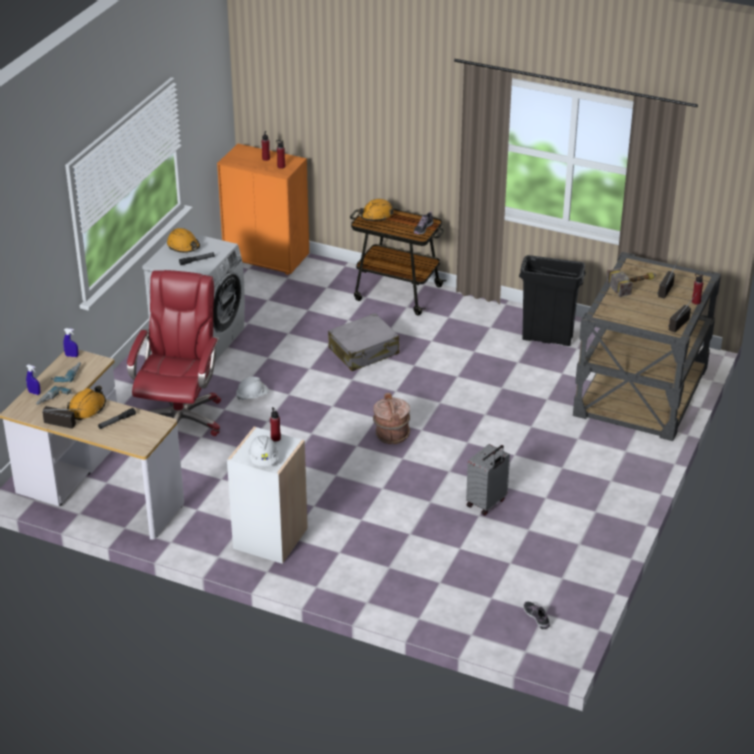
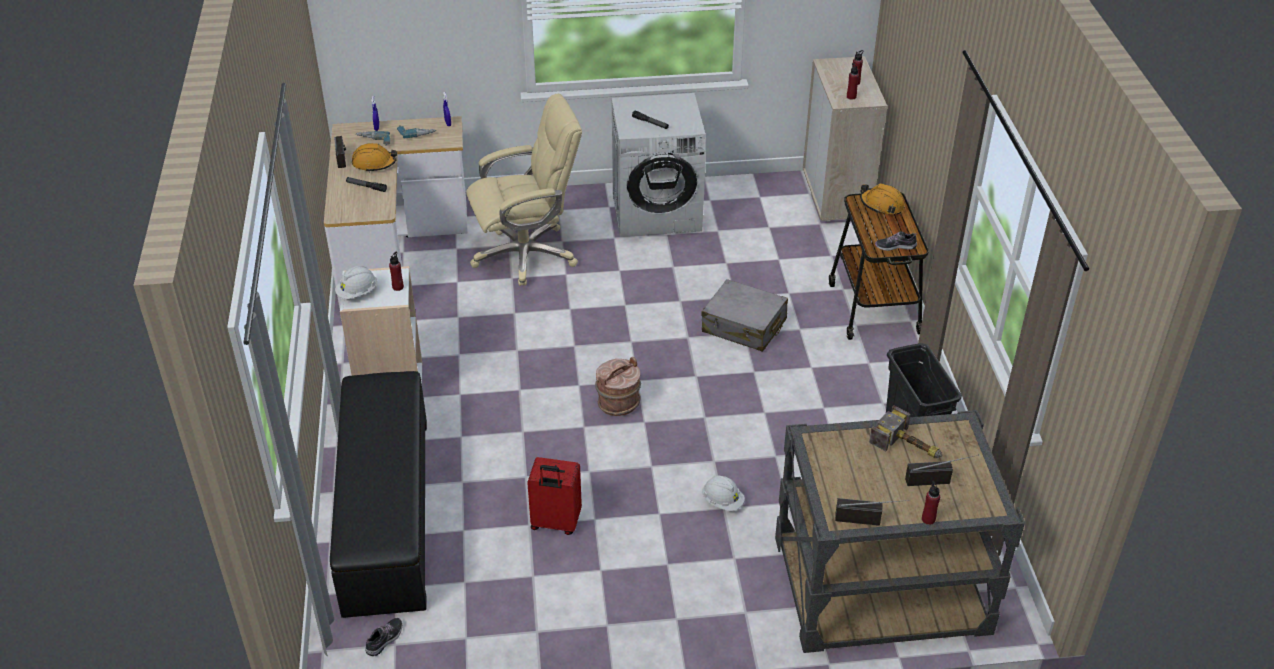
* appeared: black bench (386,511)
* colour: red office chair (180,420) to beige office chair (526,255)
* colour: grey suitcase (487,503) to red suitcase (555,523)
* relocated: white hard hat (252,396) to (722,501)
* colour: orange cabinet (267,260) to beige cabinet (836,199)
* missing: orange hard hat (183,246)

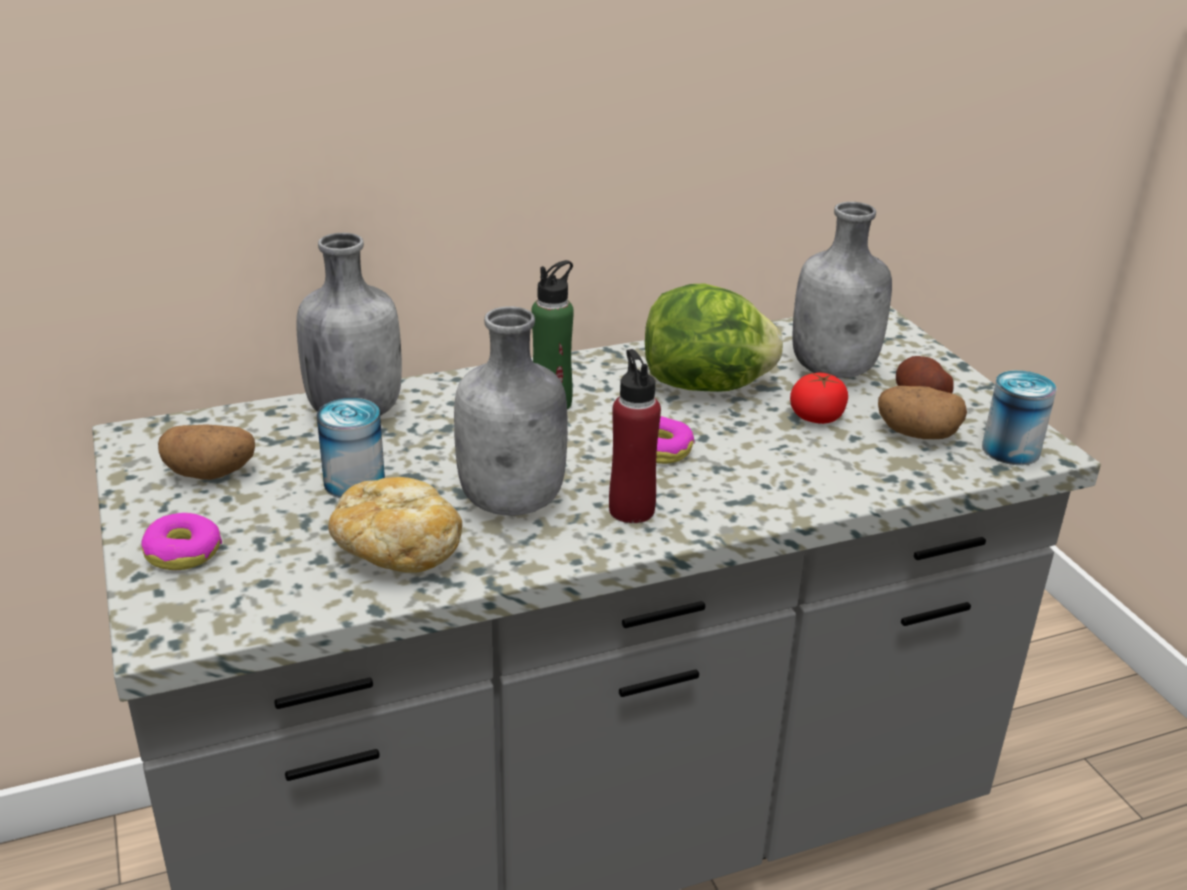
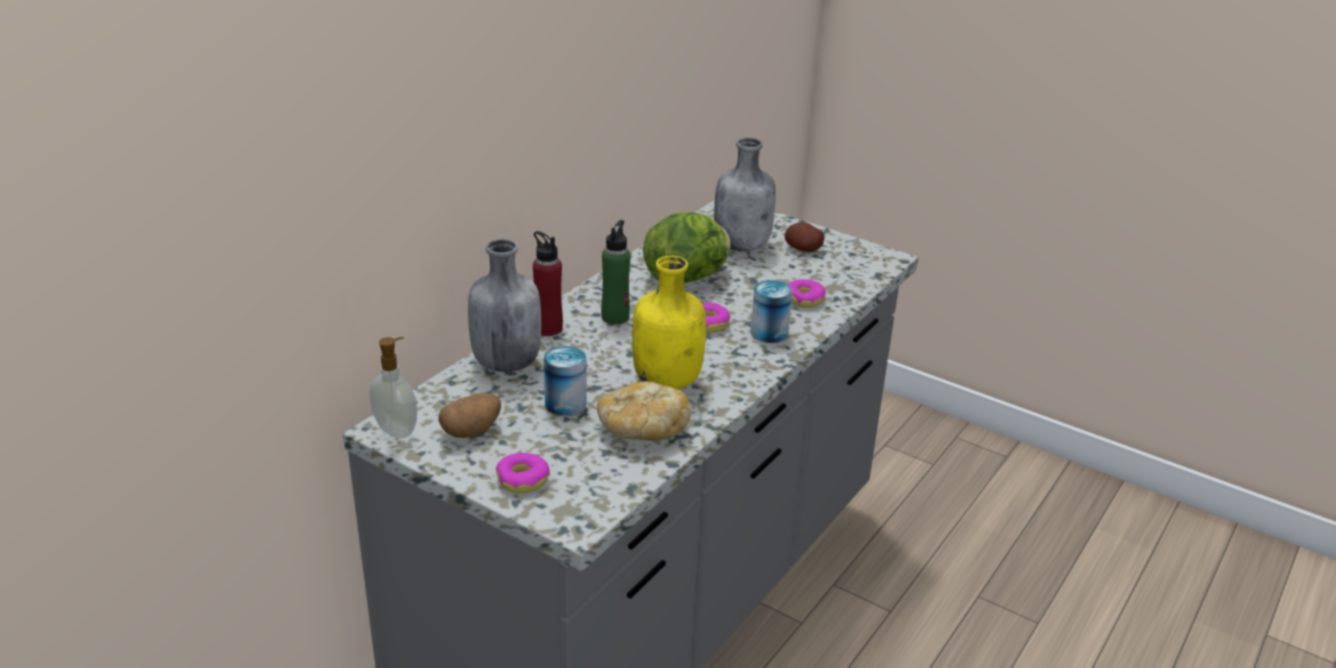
* appeared: soap dispenser (397,429)
* relocated: red bottle (631,510) to (548,328)
* colour: grey bottle (514,501) to yellow bottle (668,380)
* relocated: can (1010,450) to (769,333)
* appeared: donut (804,299)
* missing: tomato (817,416)
* missing: potato (916,434)

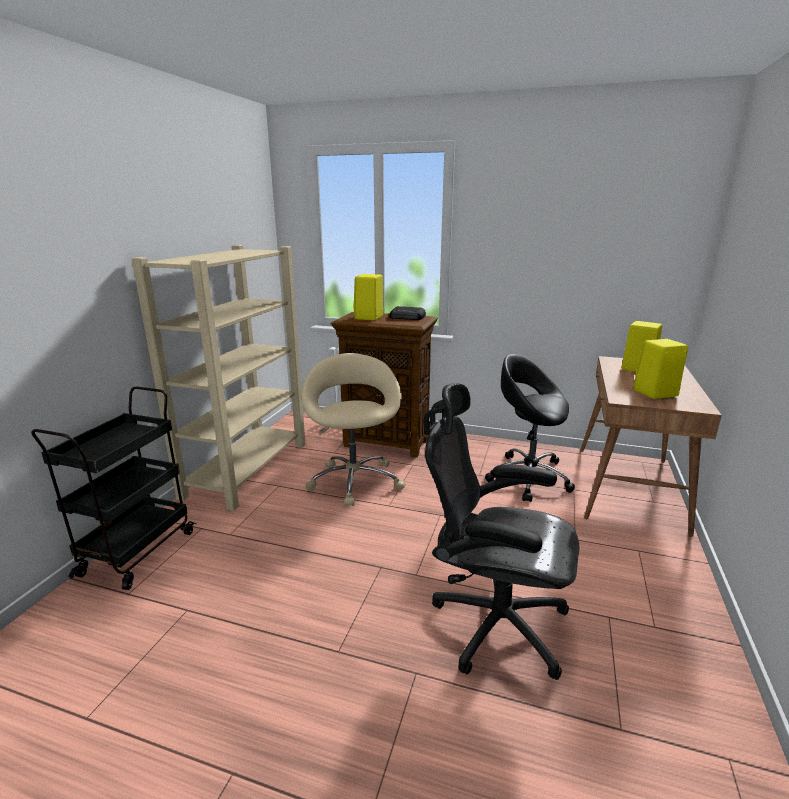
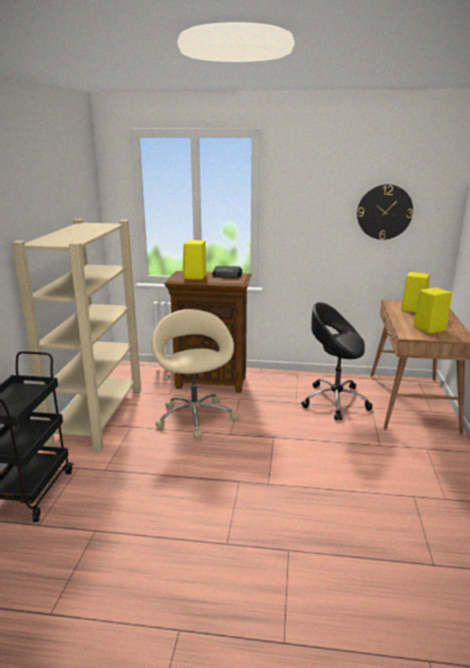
* appeared: wall clock (384,212)
* missing: office chair (492,623)

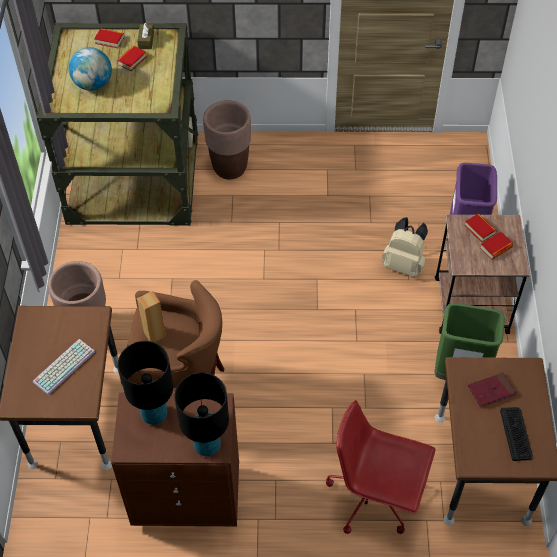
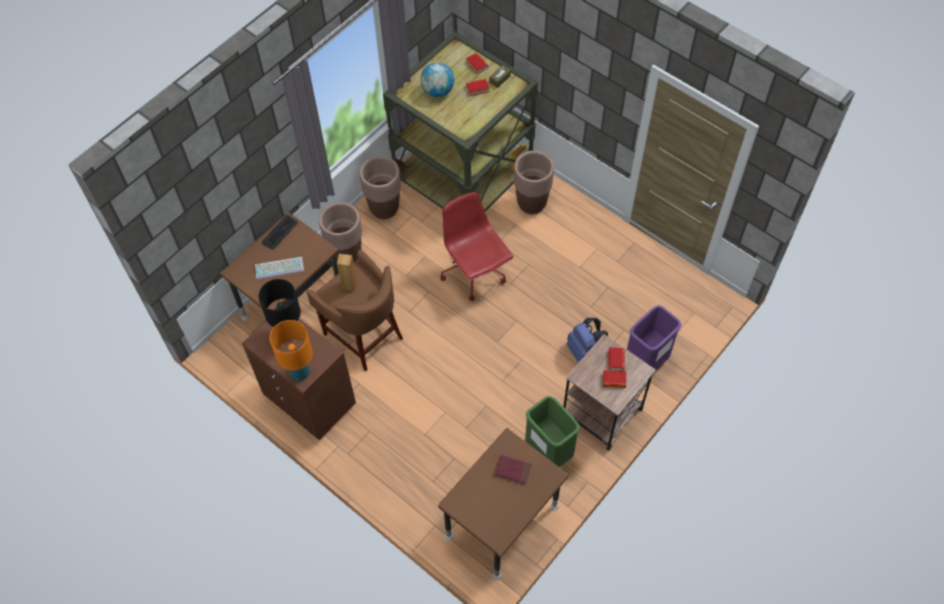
* relocated: keyboard (516,434) to (280,232)
* colour: black table lamp (207,445) to orange table lamp (300,373)
* appeared: brown planter (384,208)
* relocated: red office chair (376,498) to (475,275)
* colour: beige backpack (404,264) to blue backpack (584,352)

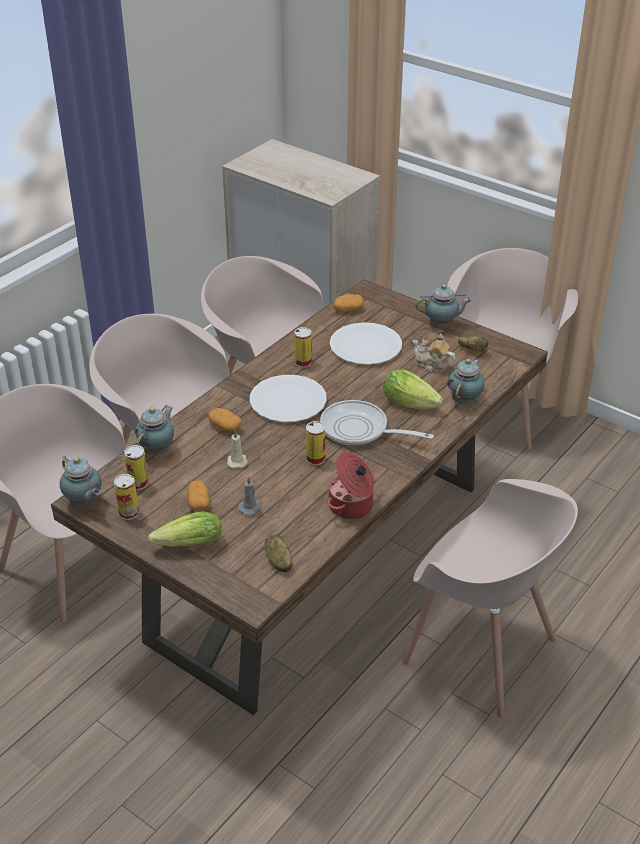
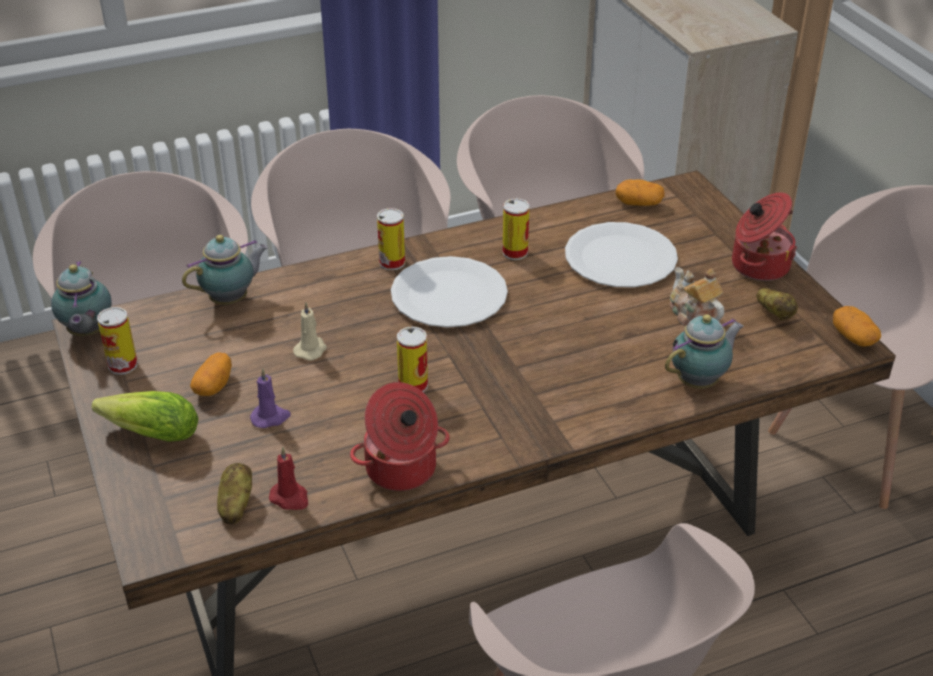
* colour: grey candle (251,507) to purple candle (270,417)
* appeared: red candle (290,498)
* relocated: can (138,483) to (392,262)
* exchanged: teapot (442,325) to cooking pot (758,265)
* relocated: potato (225,427) to (853,337)
* missing: frying pan (359,430)
* missing: lettuce (413,404)

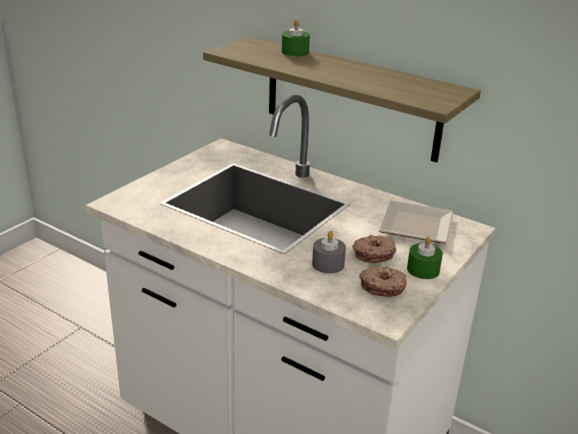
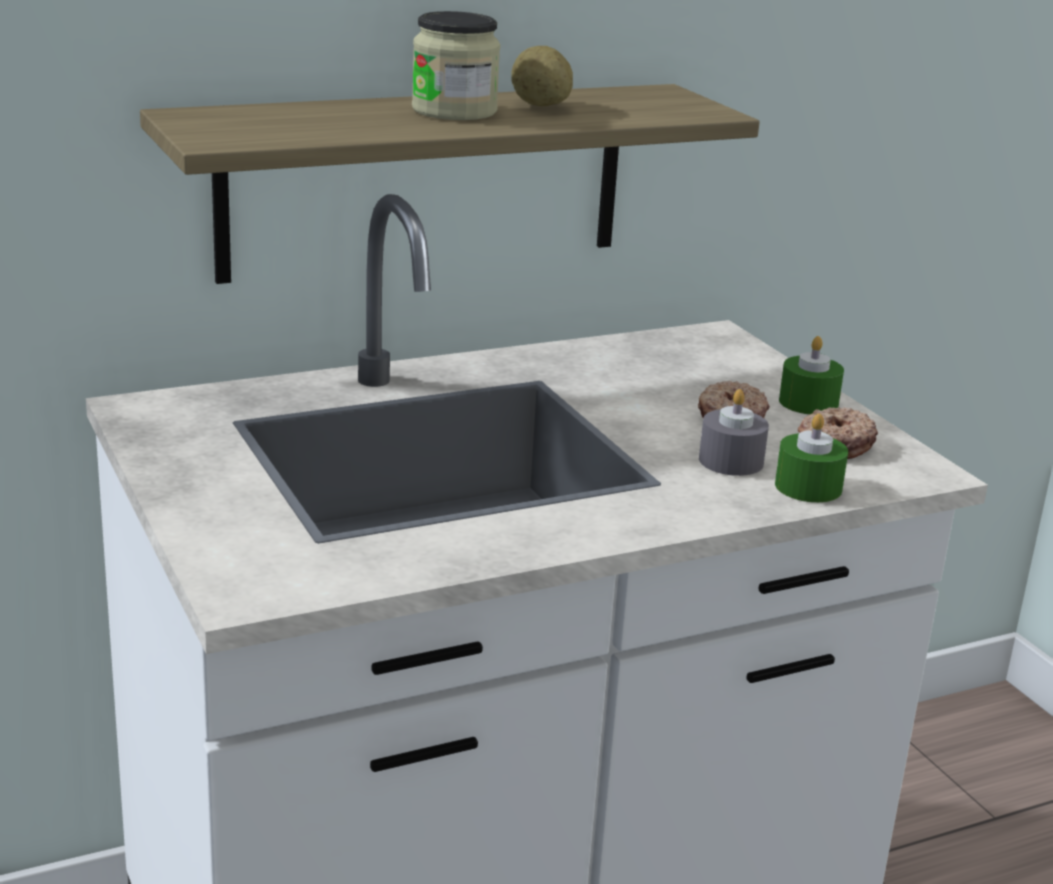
* appeared: jar (454,111)
* appeared: potato (540,106)
* relocated: green candle (295,52) to (808,487)
* missing: plate (414,224)

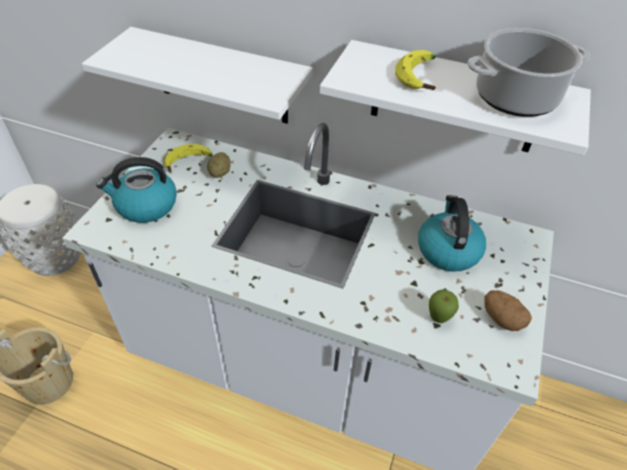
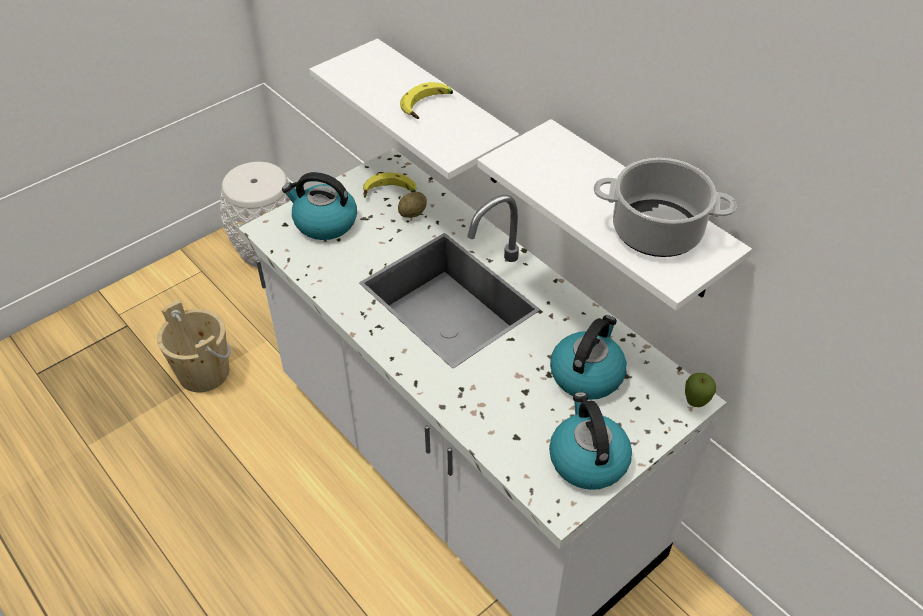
* relocated: banana (421,77) to (428,106)
* exchanged: potato (501,318) to kettle (587,459)
* relocated: apple (438,318) to (695,403)

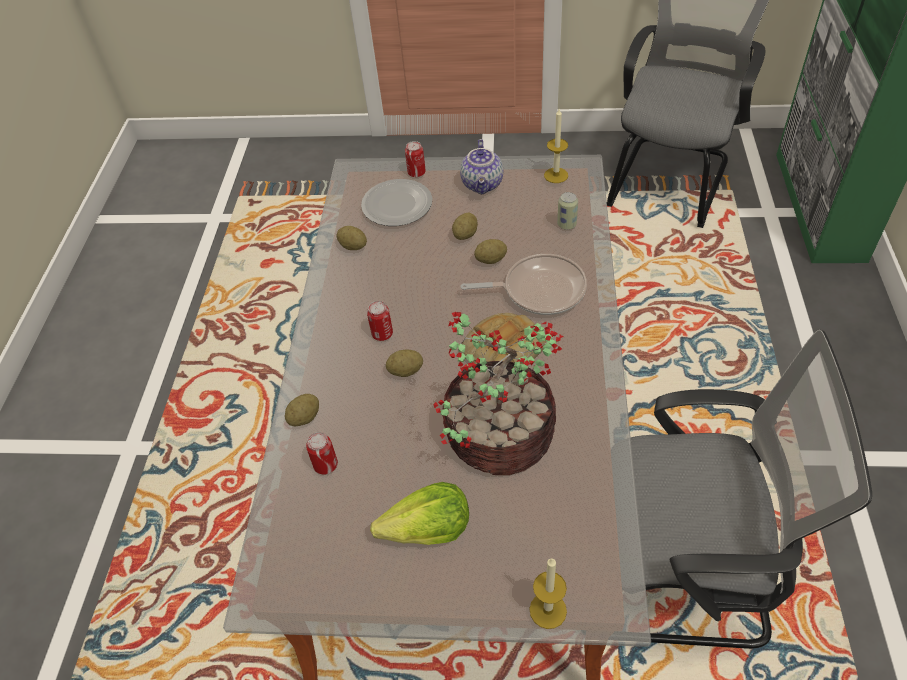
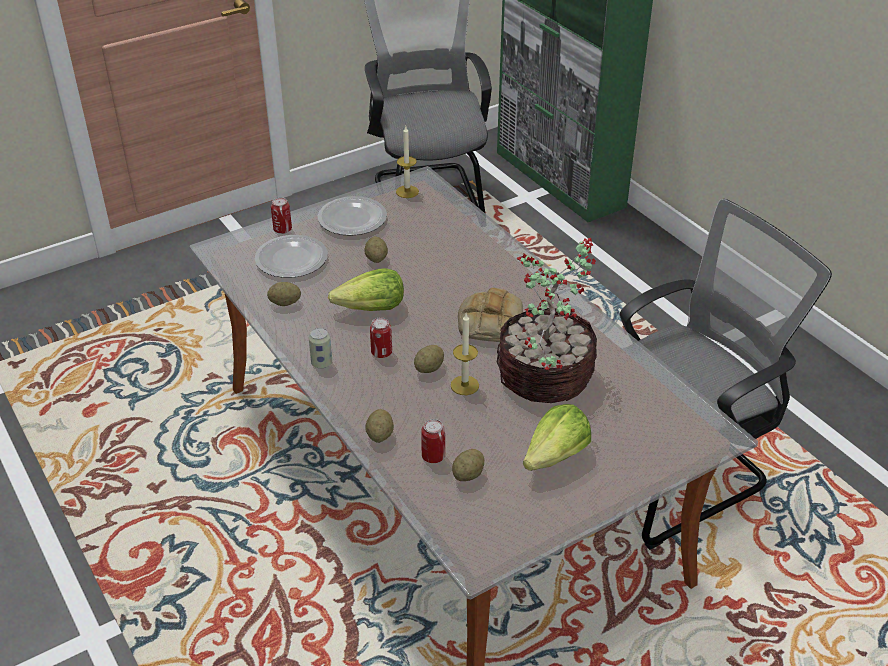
* relocated: can (566,225) to (321,363)
* exchanged: teapot (483,184) to plate (352,218)
* appeared: lettuce (371,309)
* relocated: candle (548,610) to (464,385)
* relocated: potato (491,260) to (468,475)
* missing: frying pan (539,290)

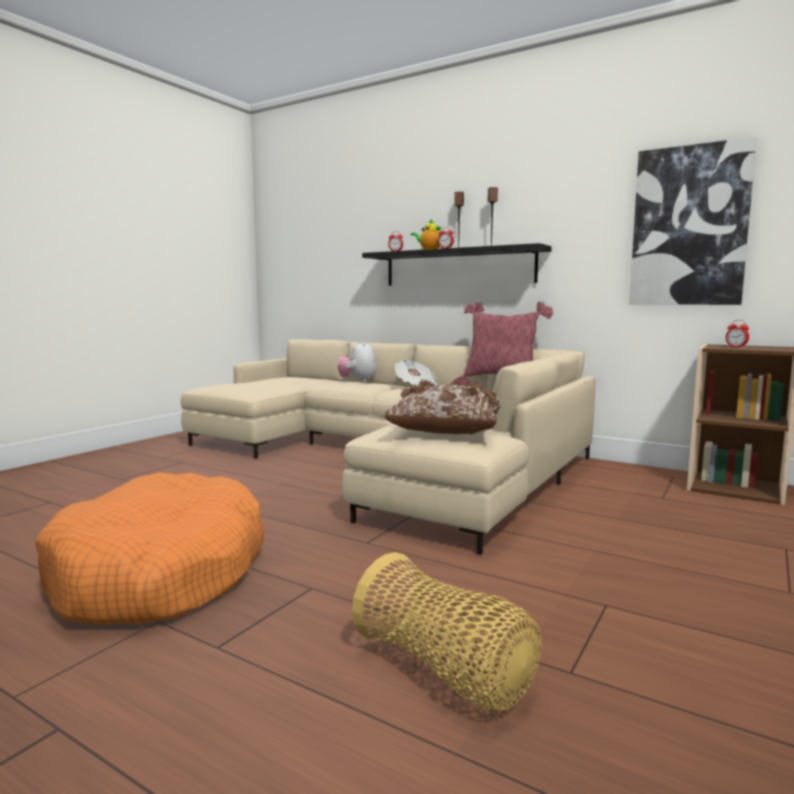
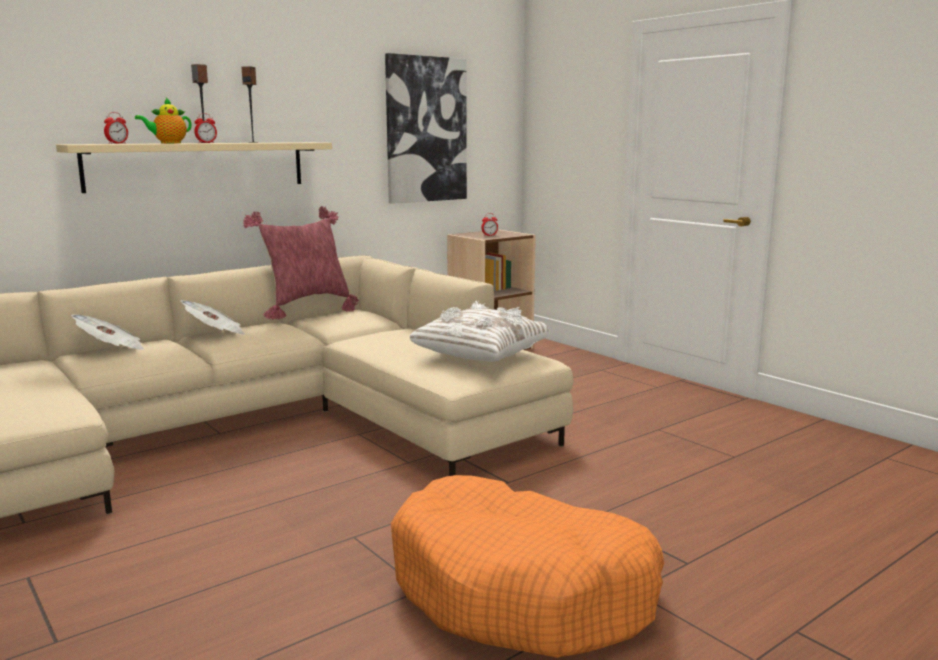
* colour: black shelf (458,267) to beige shelf (198,165)
* exchanged: plush toy (357,381) to newspaper (112,349)
* colour: brown pillow (447,430) to white pillow (480,355)
* missing: basket (445,671)

